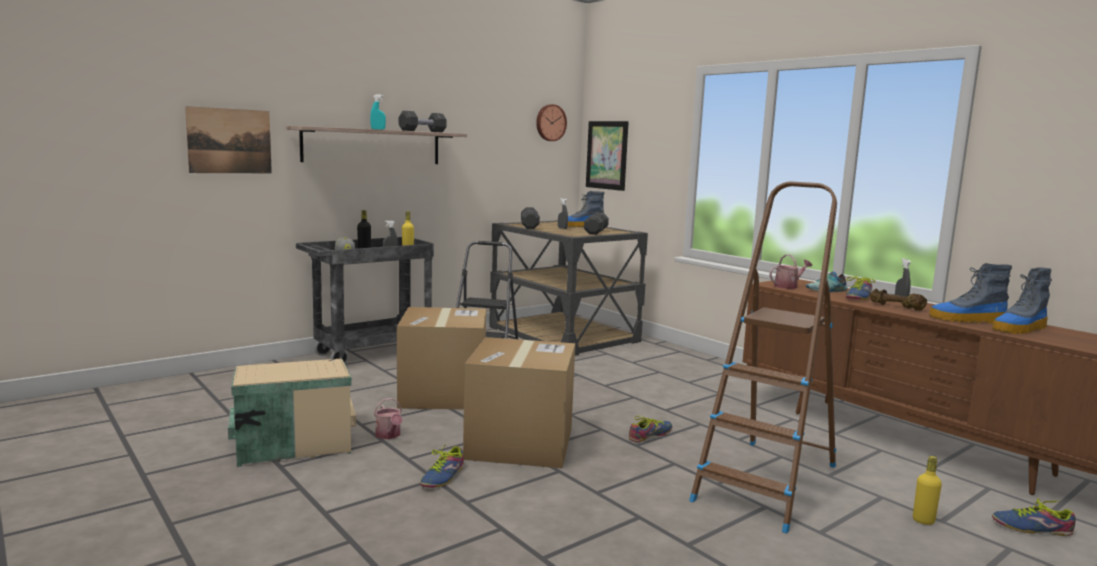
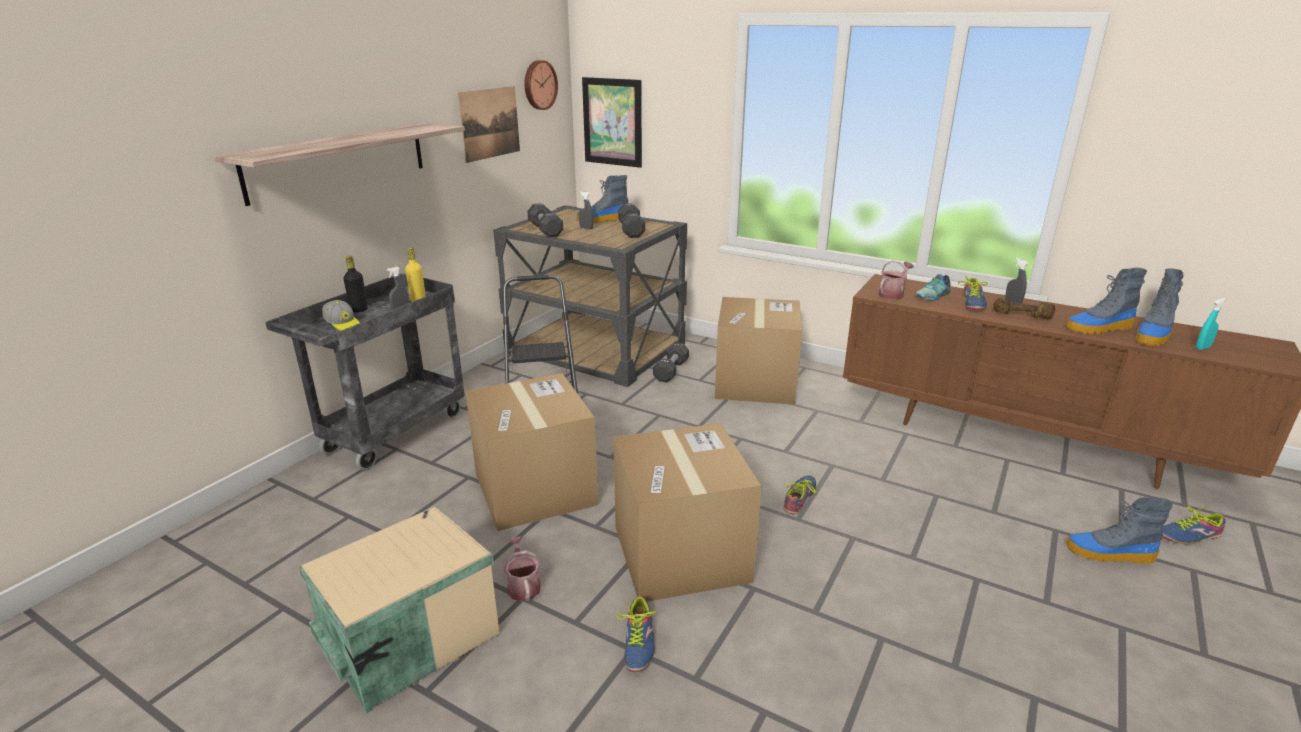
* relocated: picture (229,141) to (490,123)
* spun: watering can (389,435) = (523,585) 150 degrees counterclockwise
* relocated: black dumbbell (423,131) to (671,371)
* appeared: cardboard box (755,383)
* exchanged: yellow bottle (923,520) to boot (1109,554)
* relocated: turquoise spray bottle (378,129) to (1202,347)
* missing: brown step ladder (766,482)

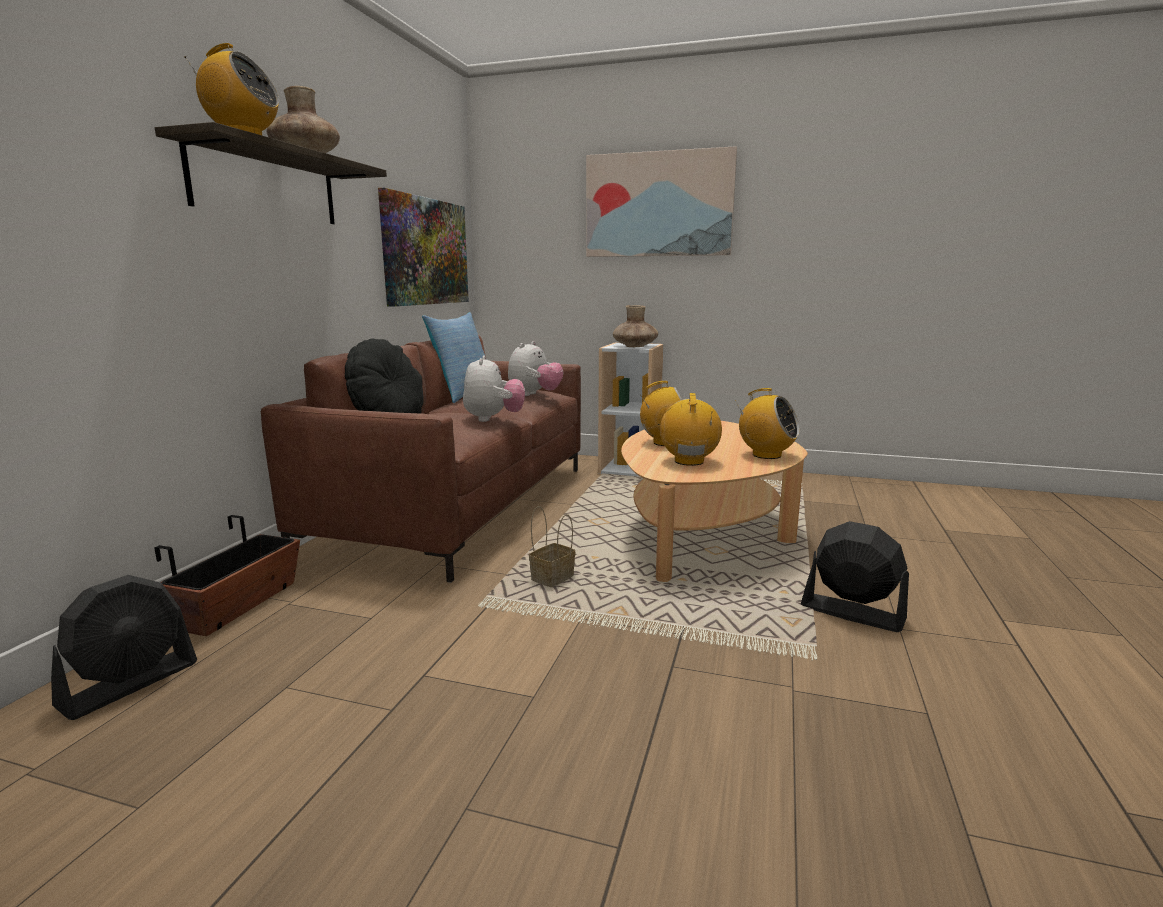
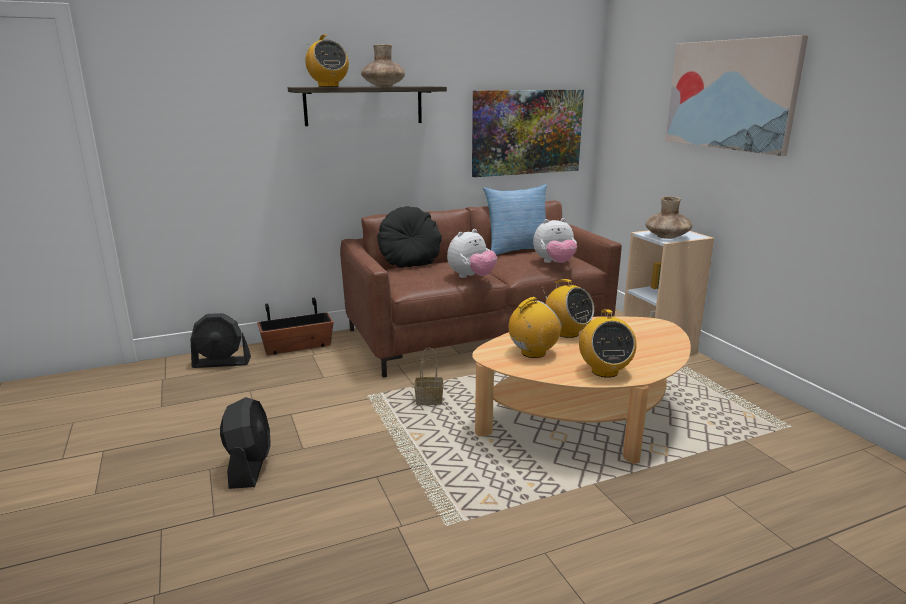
* relocated: black fan (851,612) to (249,466)

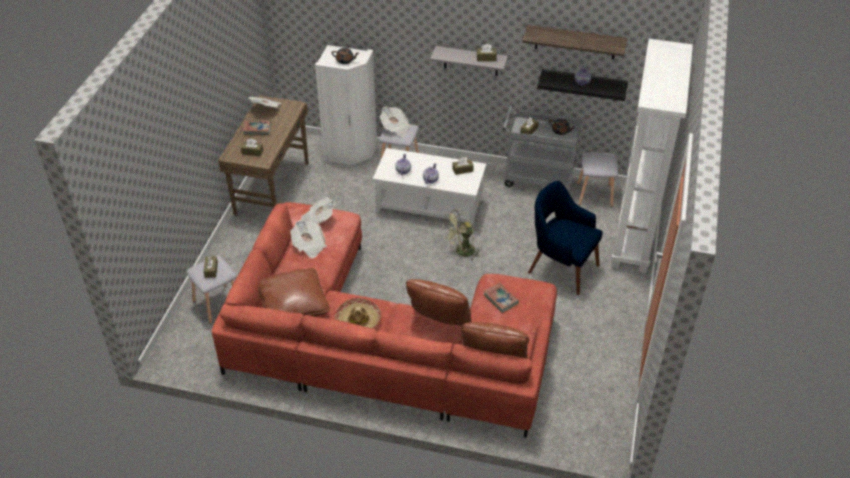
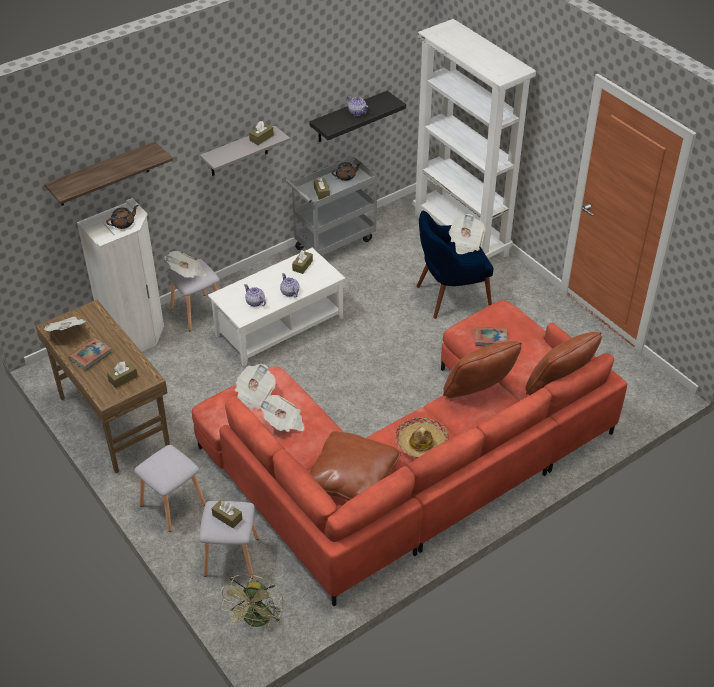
* relocated: shelf (575,42) to (103,174)
* relocated: grey stool (594,194) to (172,504)
* relocated: green fan (461,252) to (257,621)
* appeared: newspaper (465,243)

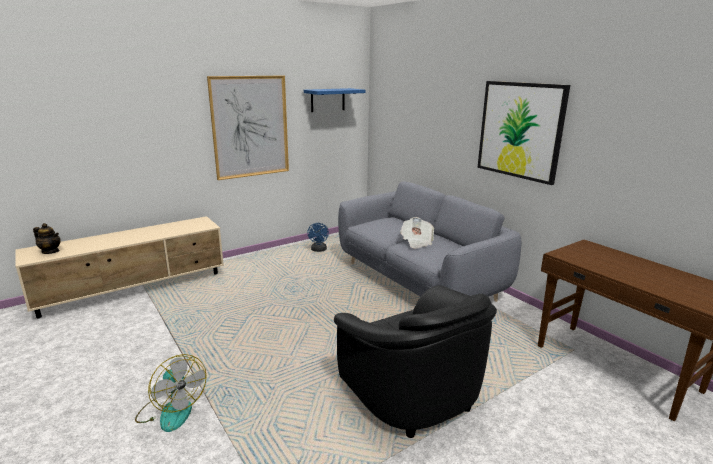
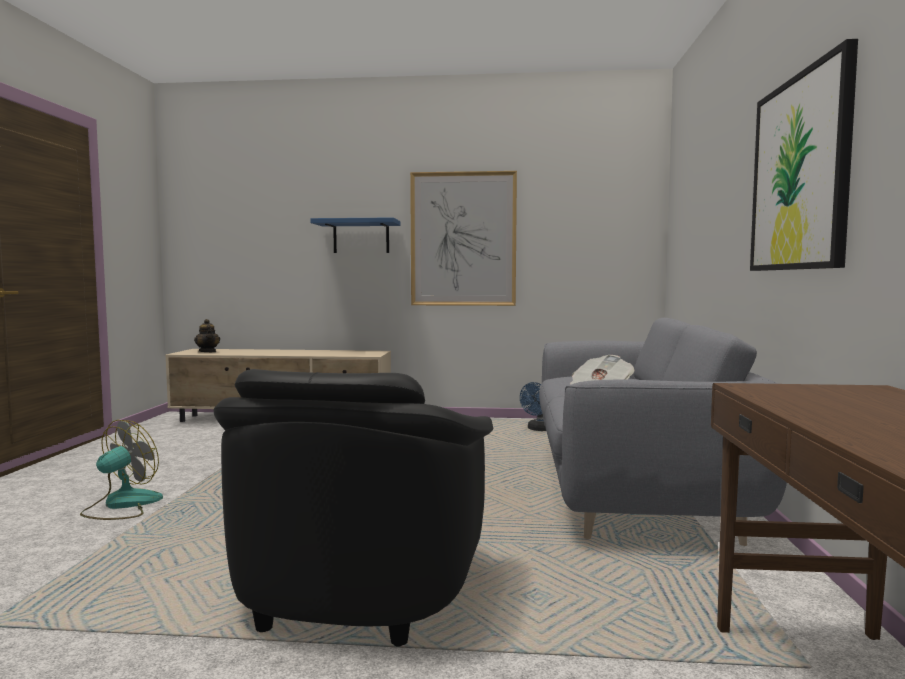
* spun: fan (171,410) = (122,505) 150 degrees counterclockwise
* relocated: blue shelf (327,100) to (361,237)

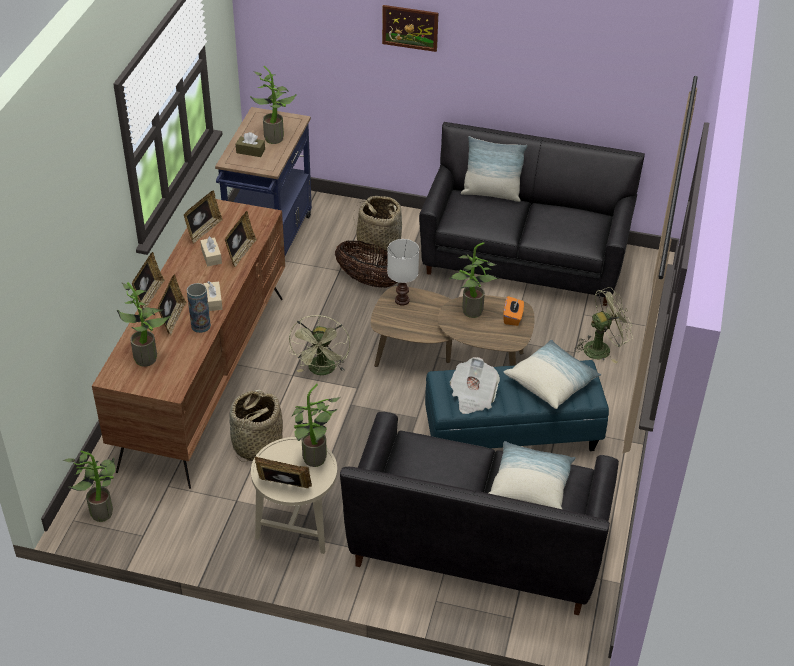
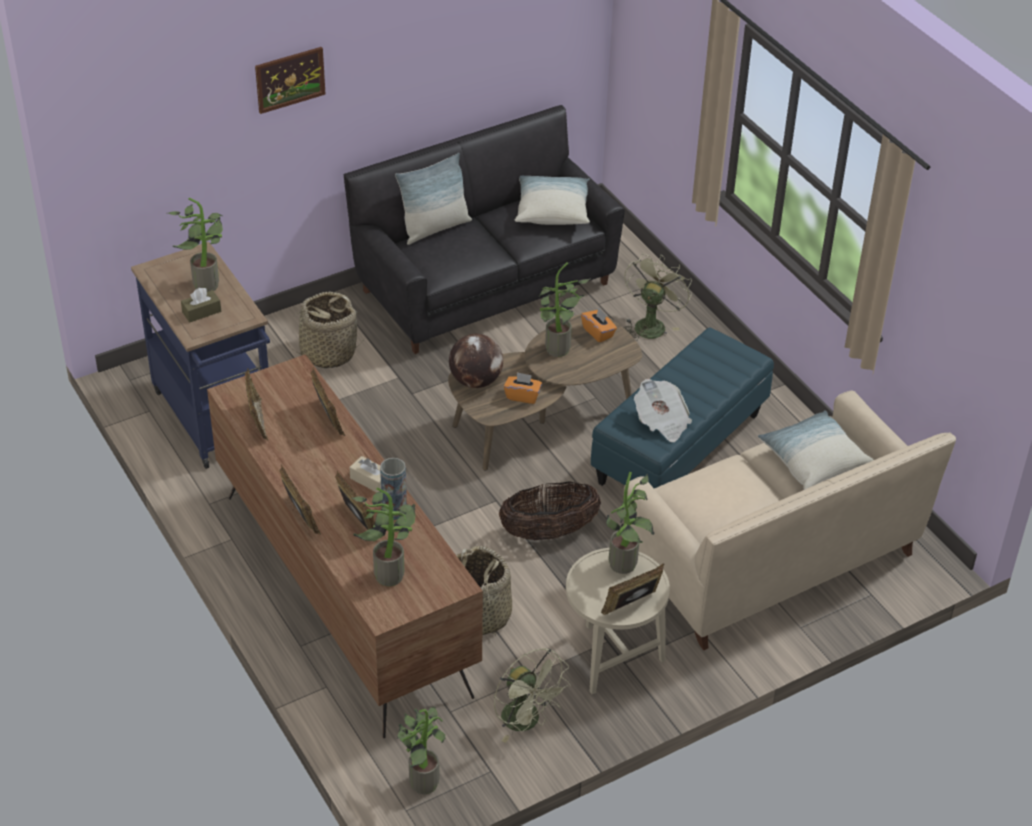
* exchanged: white table lamp (402,300) to globe (475,381)
* relocated: green fan (322,371) to (527,721)
* relocated: basket (369,280) to (548,531)
* appeared: orange tissue box (522,396)
* relocated: pillow (551,382) to (552,210)
* colour: black sofa (476,546) to beige sofa (772,560)
* missing: beige tissue box (211,256)

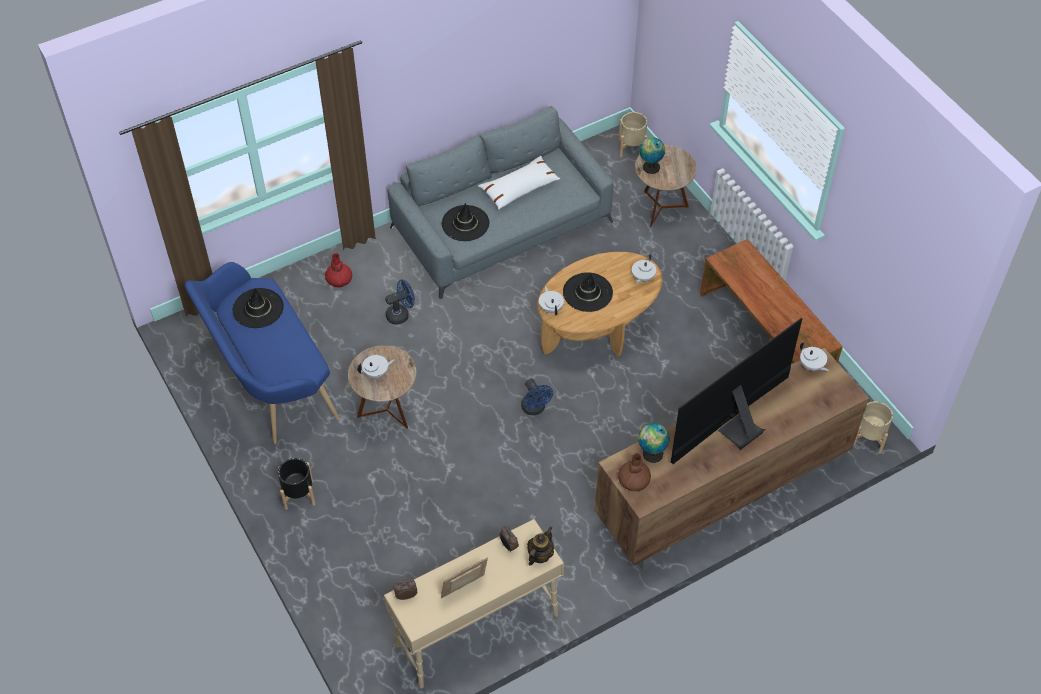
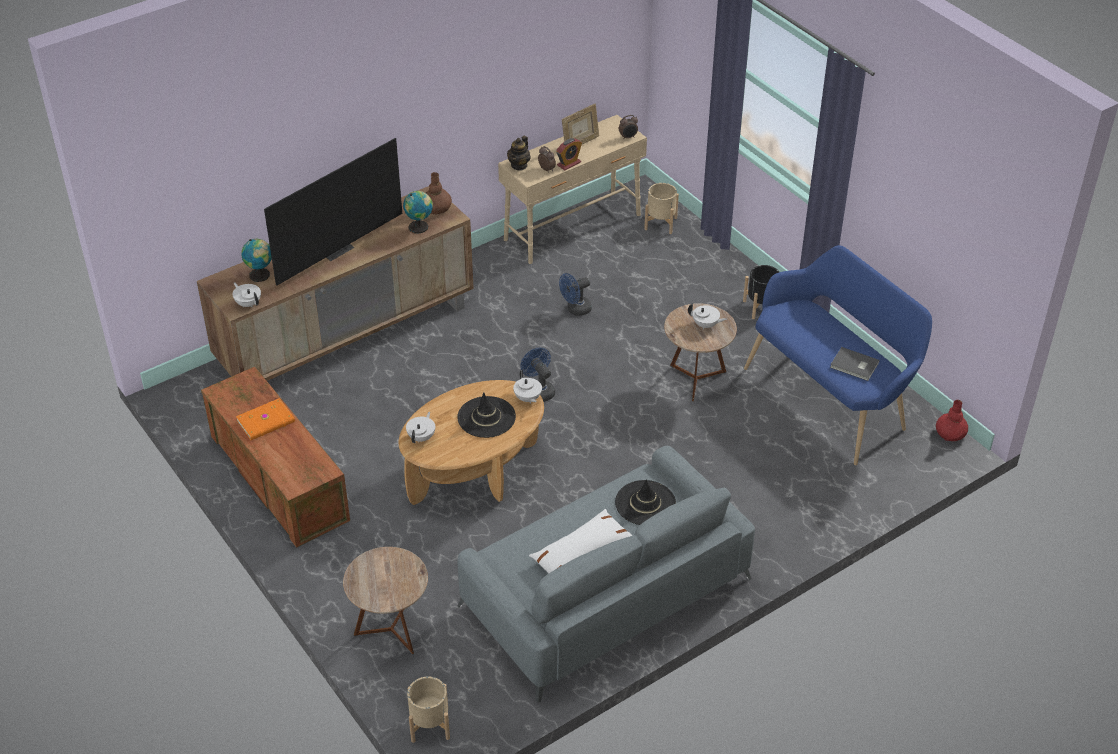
* appeared: orange book (266,422)
* relocated: globe (650,166) to (260,275)
* appeared: alarm clock (569,164)
* relocated: blue fan (401,314) to (575,310)
* relocated: beige planter (869,437) to (660,223)
* spun: white teapot (376,373) = (705,325) 135 degrees counterclockwise
* exchanged: black hat (258,308) to grey book (854,366)
* relocated: red vase (339,280) to (950,433)

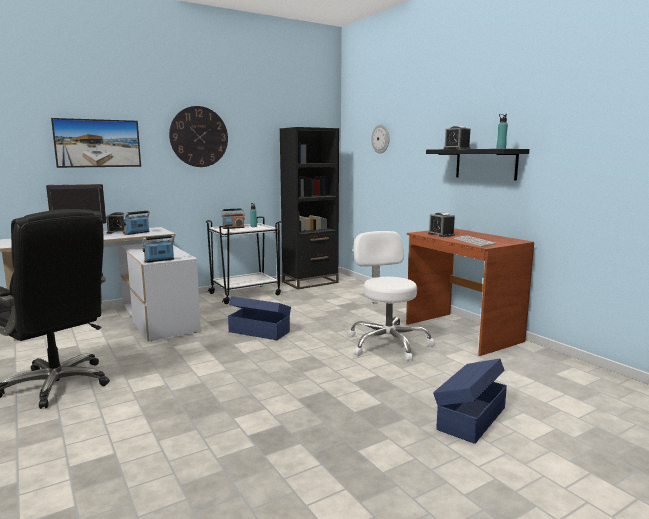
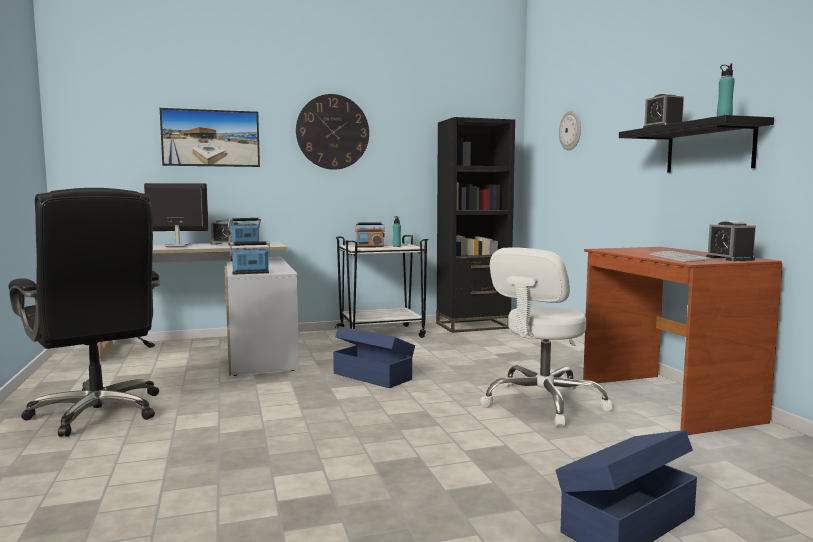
* spun: white office chair (386,342) = (541,404) 135 degrees counterclockwise
* relocated: alarm clock (441,234) to (729,258)

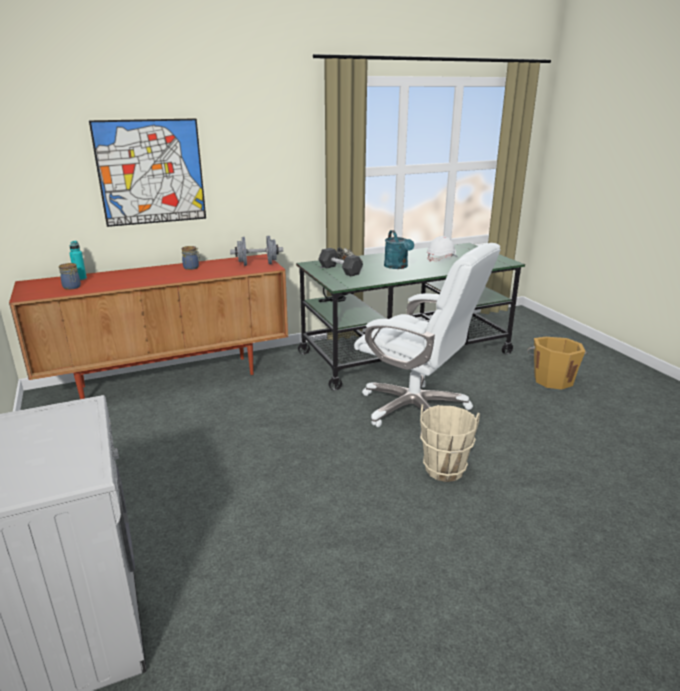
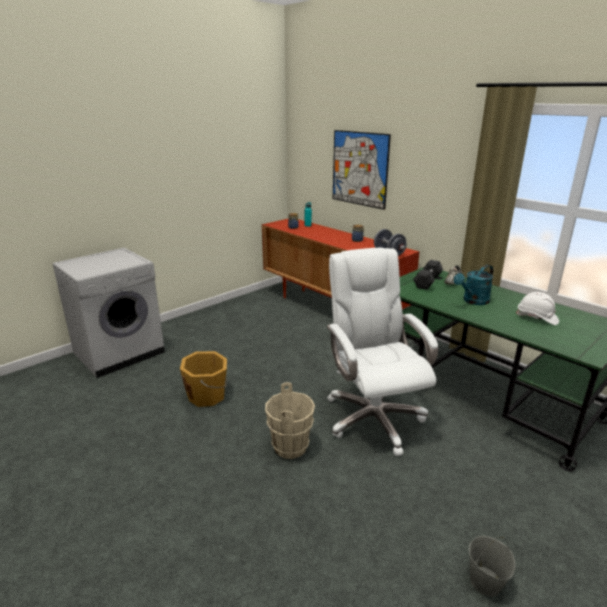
* relocated: orange bucket (552,380) to (208,396)
* spun: white office chair (415,410) = (373,418) 150 degrees clockwise
* appeared: grey bucket (486,582)

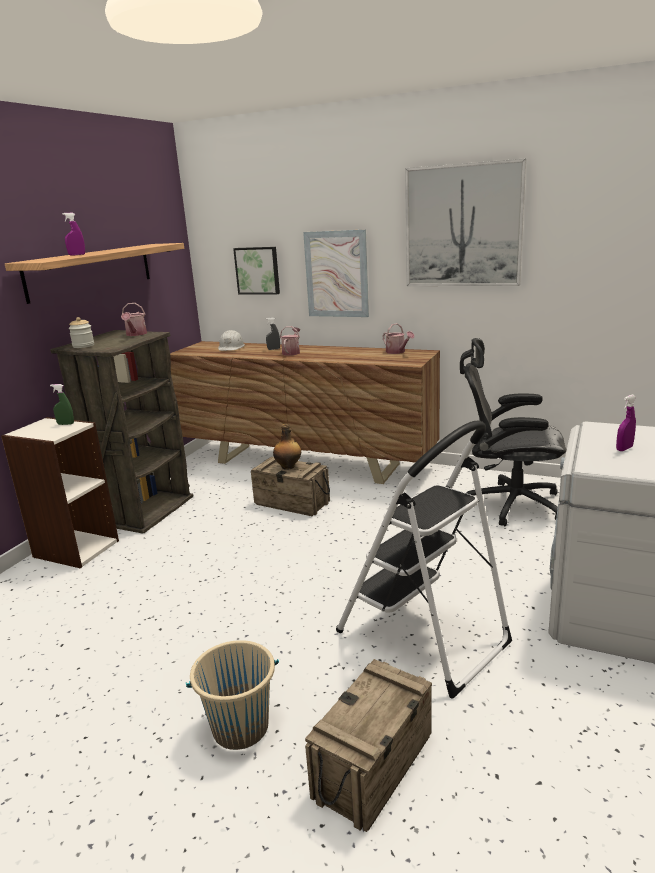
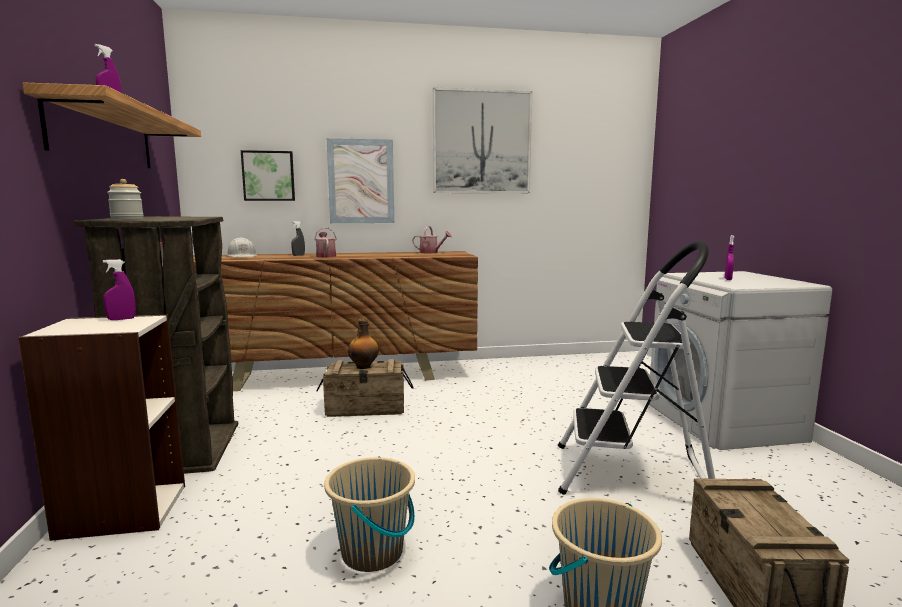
* colour: green spray bottle (65,424) to purple spray bottle (121,319)
* appeared: beige bucket (373,552)
* missing: watering can (135,334)
* missing: office chair (510,504)

